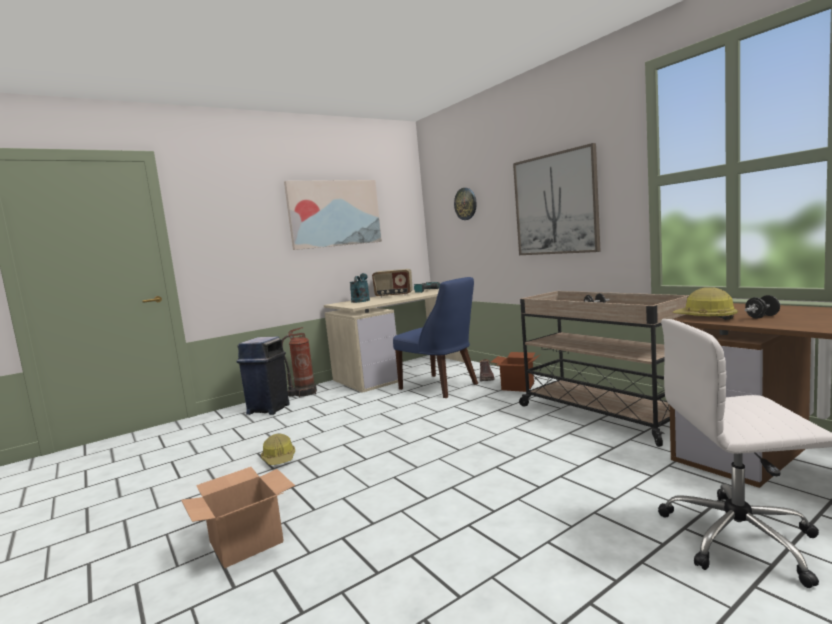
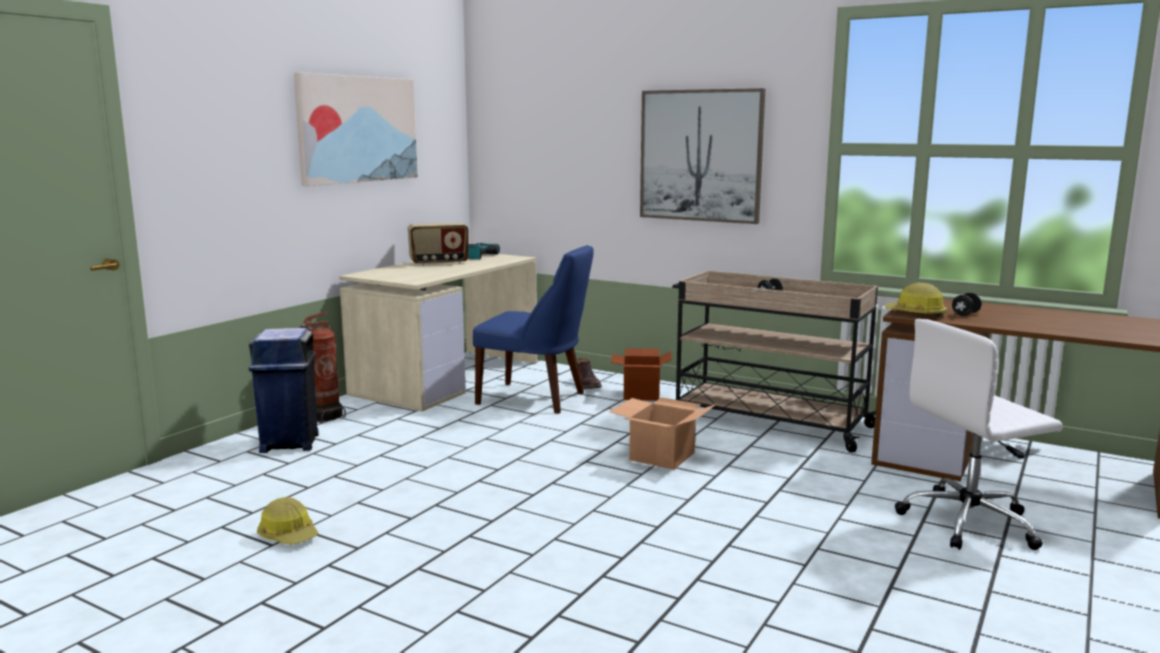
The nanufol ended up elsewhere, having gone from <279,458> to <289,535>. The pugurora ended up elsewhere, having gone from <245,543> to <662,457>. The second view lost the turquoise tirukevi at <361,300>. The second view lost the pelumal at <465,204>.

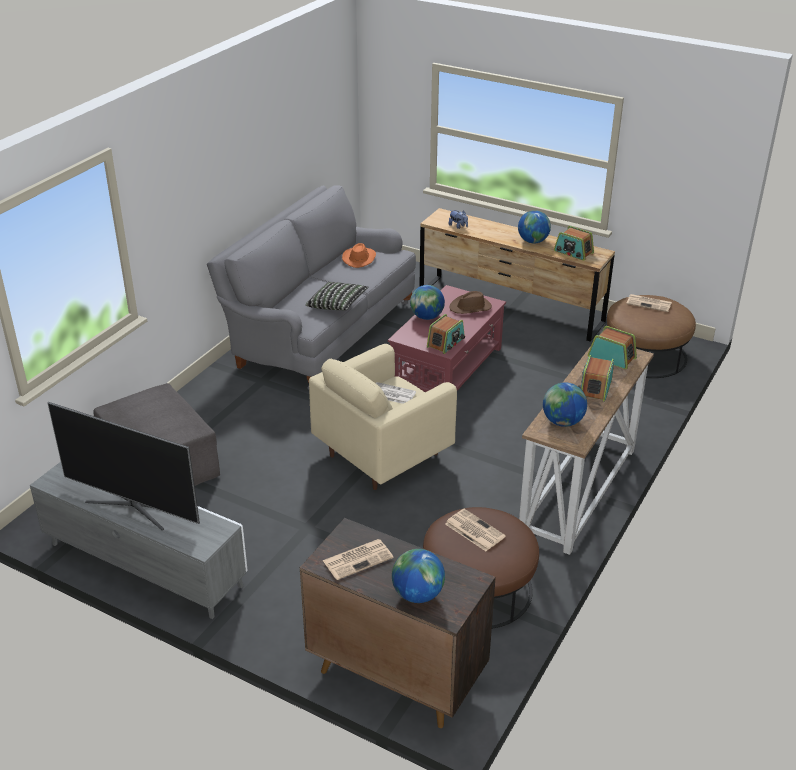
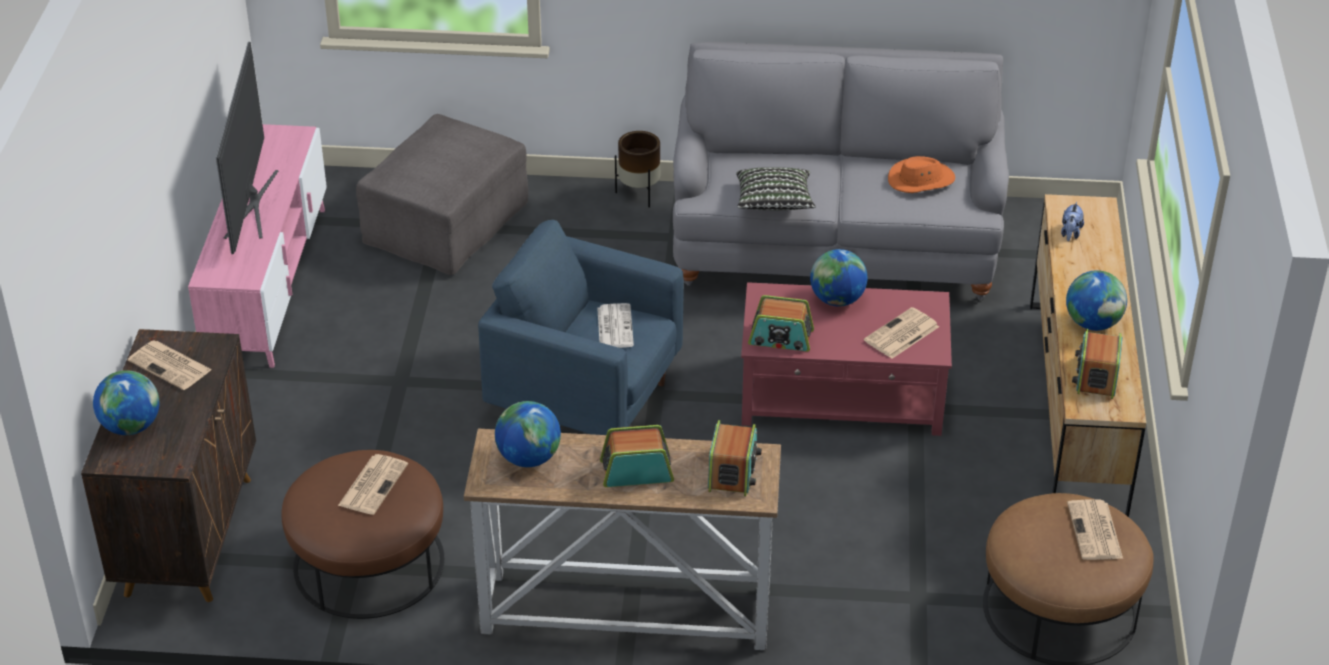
What was the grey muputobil at <145,565> turned into the pink muputobil at <269,284>. What was the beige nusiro at <383,455> turned into the blue nusiro at <587,398>. The second view gained the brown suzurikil at <640,194>. Where the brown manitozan stood at <470,307>, the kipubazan came to stand at <901,334>.

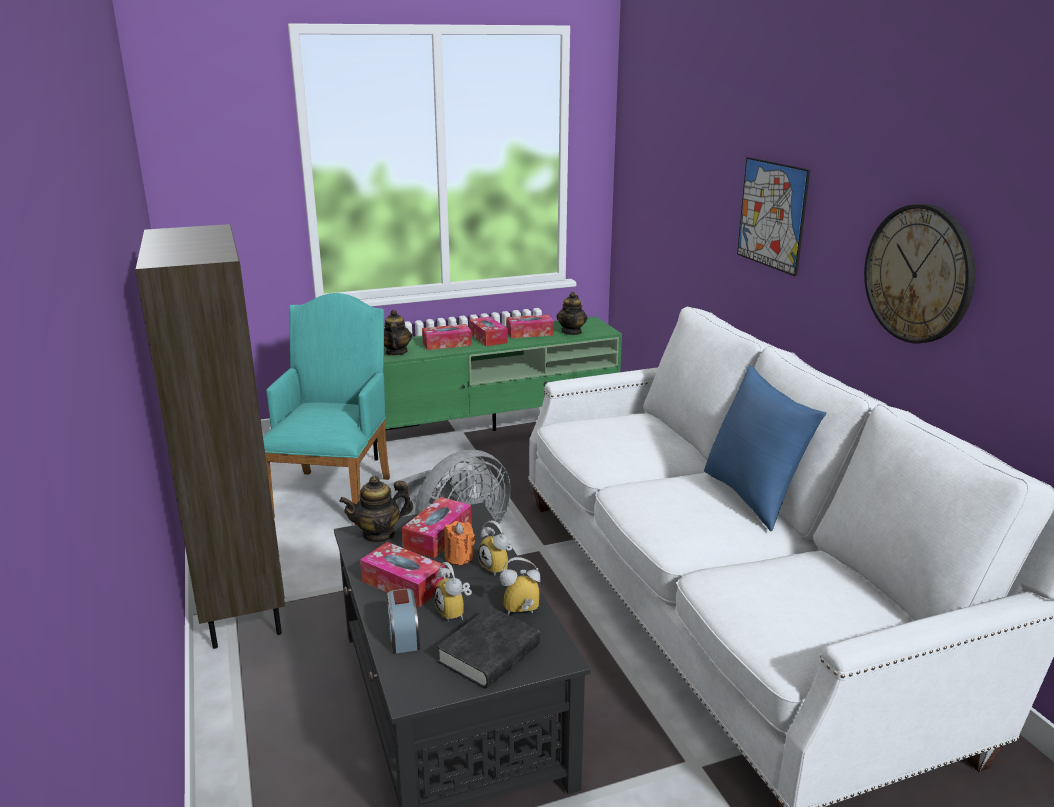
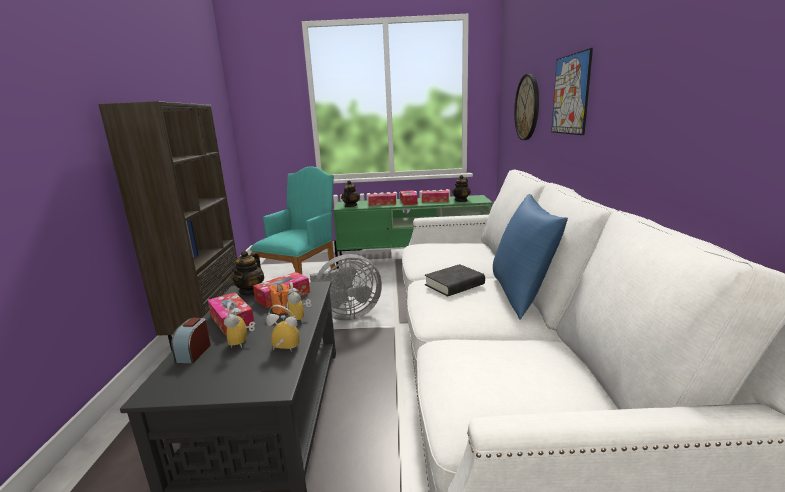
The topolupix at <379,534> ended up facing another way, 75 degrees counterclockwise from before. The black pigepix ended up elsewhere, having gone from <489,654> to <454,285>. The pelumal ended up elsewhere, having gone from <918,274> to <527,107>.

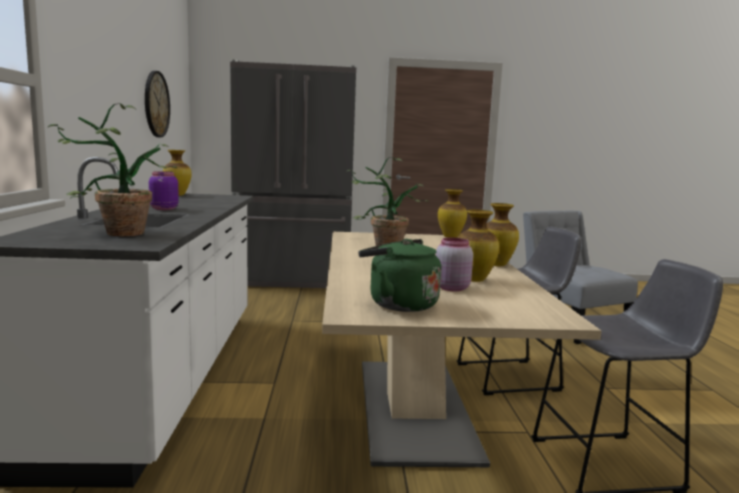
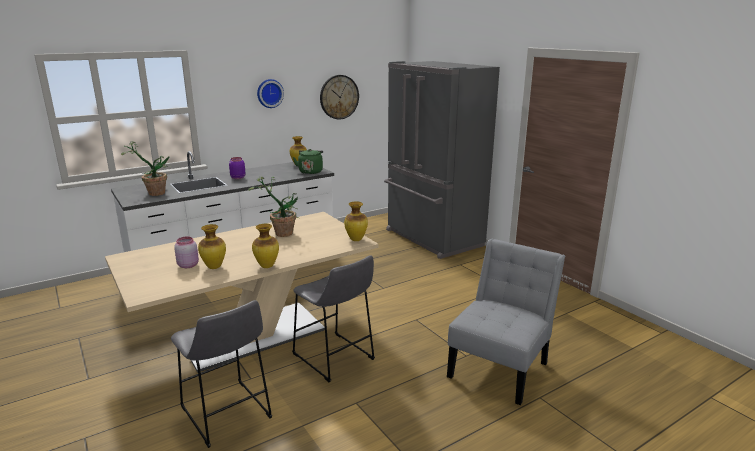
The second view gained the pelumal at <269,93>. The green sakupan ended up elsewhere, having gone from <398,304> to <310,171>.

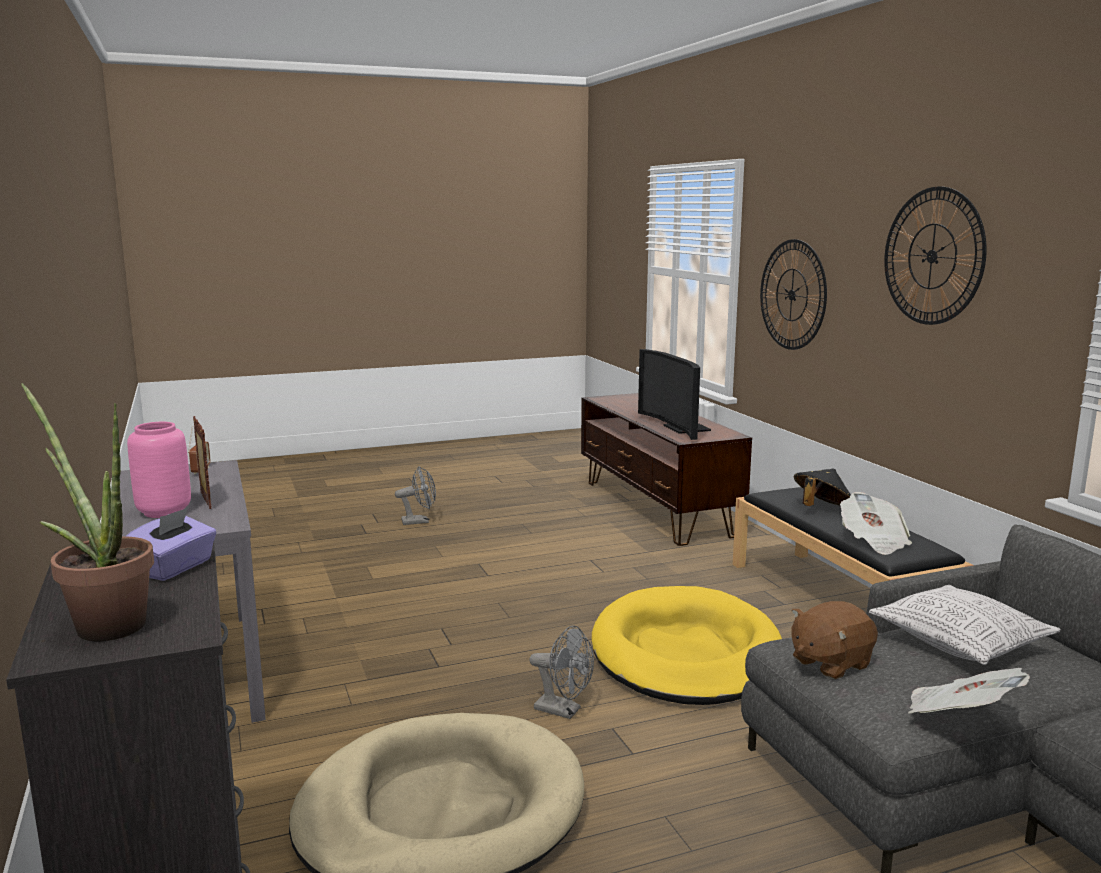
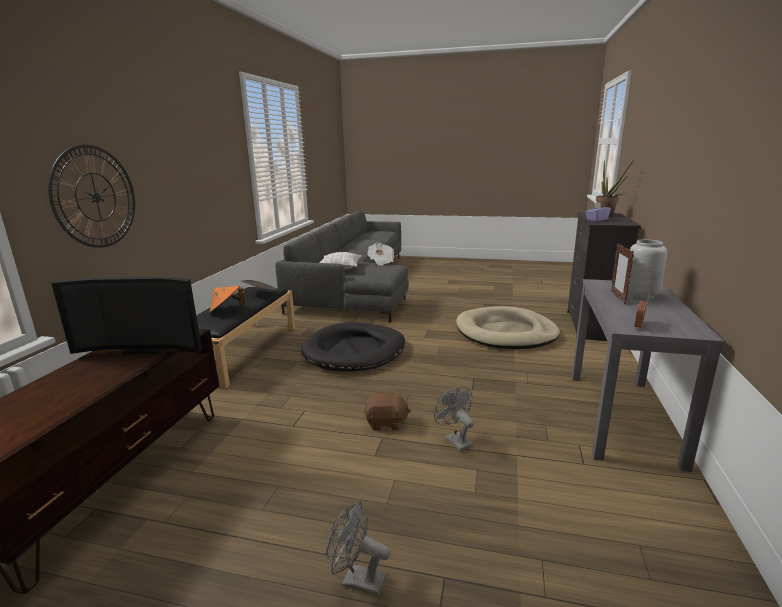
The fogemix at <680,428> ended up facing another way, 75 degrees clockwise from before. What was the black manitozan at <821,509> turned into the orange manitozan at <227,311>. What was the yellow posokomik at <686,653> turned into the black posokomik at <354,351>. The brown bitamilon ended up elsewhere, having gone from <830,663> to <386,423>. The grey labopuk ended up elsewhere, having gone from <564,710> to <455,440>. What was the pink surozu at <165,511> turned into the grey surozu at <640,295>. The second view lost the pelumal at <932,256>.

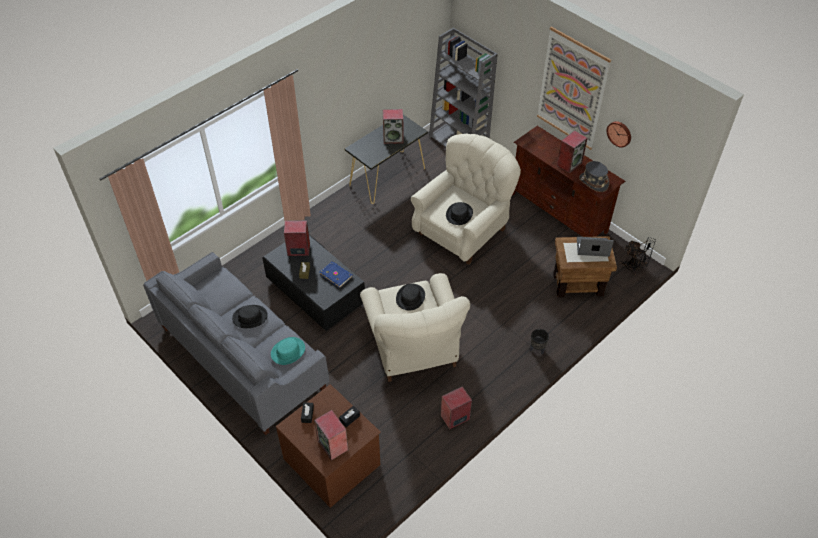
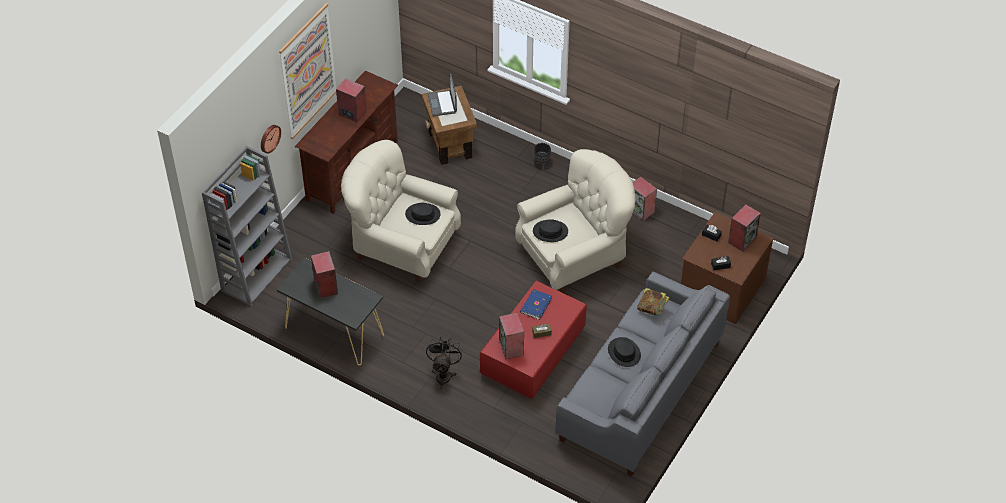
The pelumal ended up elsewhere, having gone from <619,133> to <269,138>. The black labopuk ended up elsewhere, having gone from <635,267> to <444,374>. What was the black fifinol at <315,292> turned into the red fifinol at <533,353>. Where the turquoise manitozan stood at <288,351>, the pigepix came to stand at <652,309>. The second view lost the grey manitozan at <593,182>.

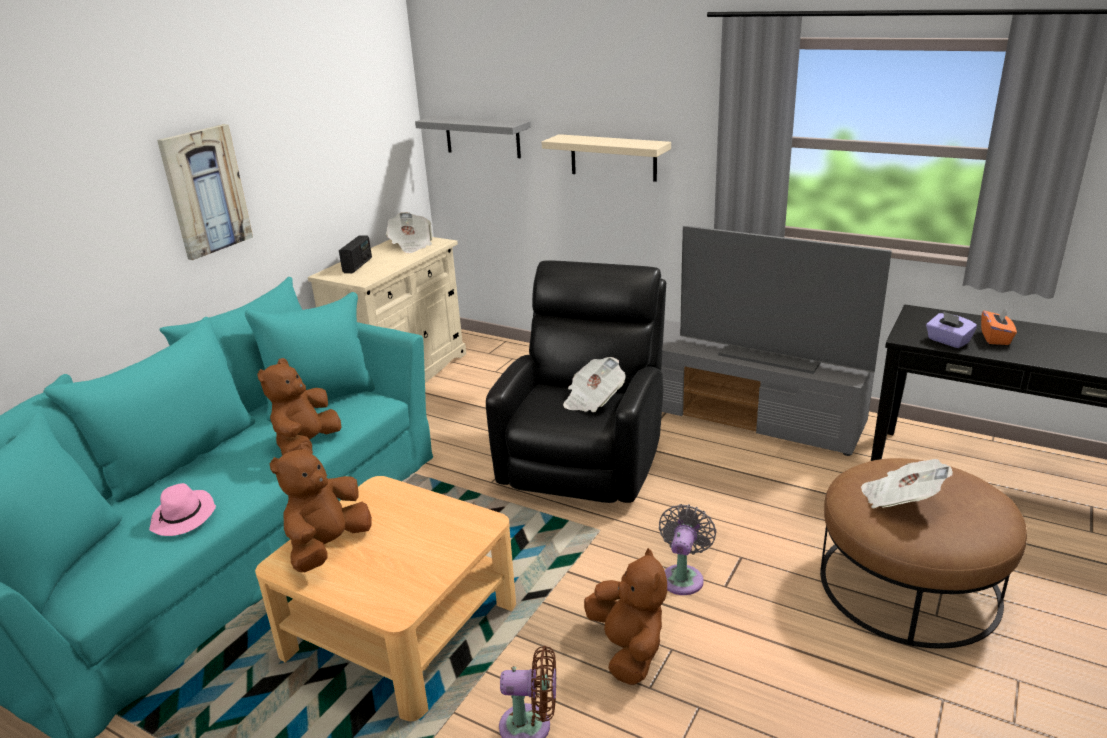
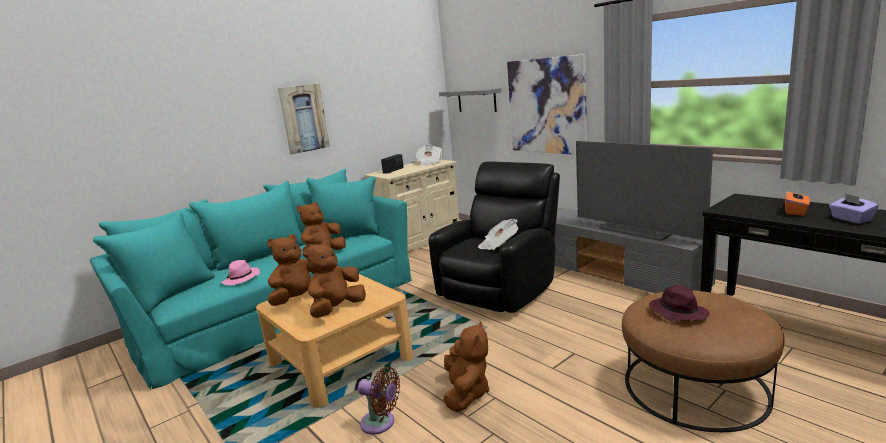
The second view gained the brown bitamilon at <337,309>. Where the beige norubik hung at <613,157>, the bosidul came to hang at <546,106>. Where the kipubazan stood at <900,500>, the purple manitozan came to stand at <677,312>. The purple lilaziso ended up elsewhere, having gone from <948,341> to <851,219>. The second view lost the grey labopuk at <683,577>.

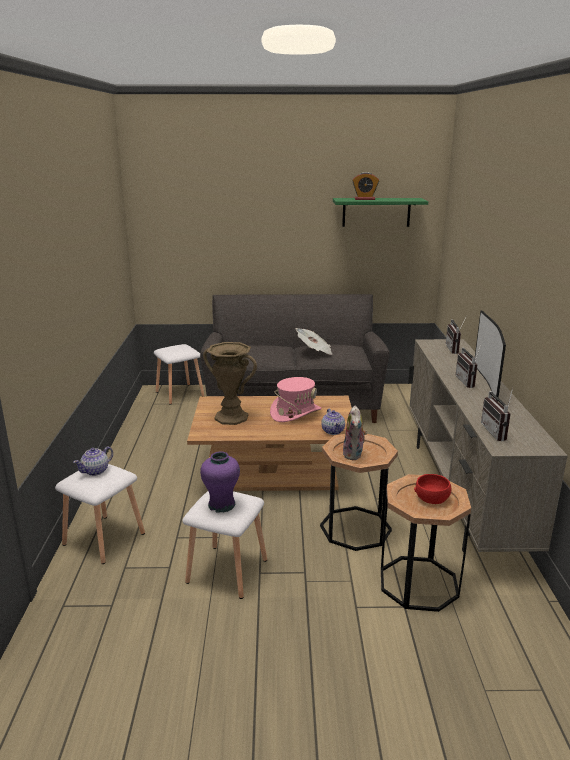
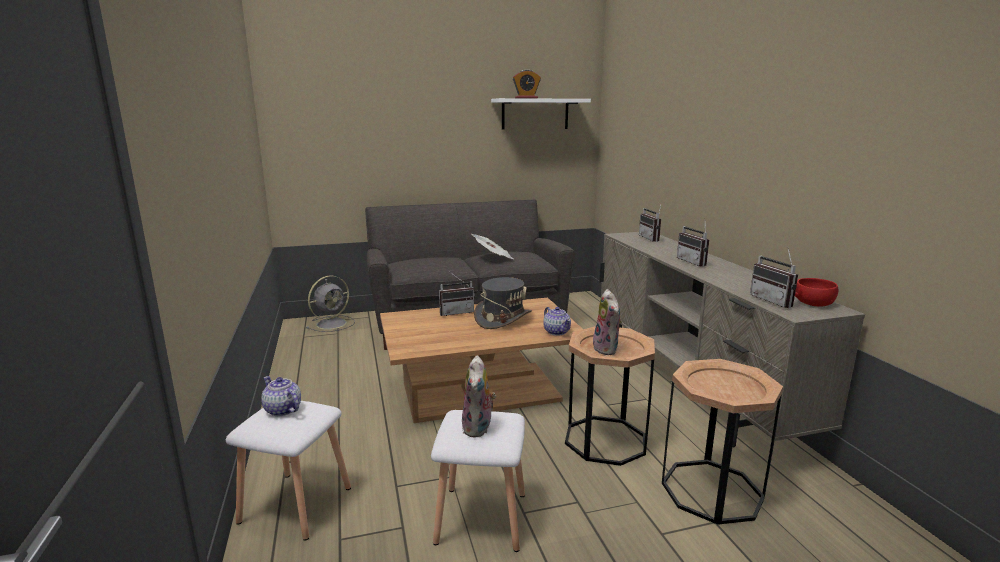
The topolupix at <96,471> ended up facing another way, 105 degrees clockwise from before. Where the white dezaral stood at <180,393>, the grey labopuk came to stand at <332,323>. The second view gained the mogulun at <456,312>. Where the purple surozu stood at <222,505>, the bitamilon came to stand at <479,428>. What was the pink manitozan at <295,413> turned into the grey manitozan at <502,318>. What was the green norubik at <376,212> turned into the white norubik at <535,114>. The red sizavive ended up elsewhere, having gone from <432,498> to <813,303>. The second view lost the brown surozu at <231,417>. The second view lost the fogemix at <488,385>.

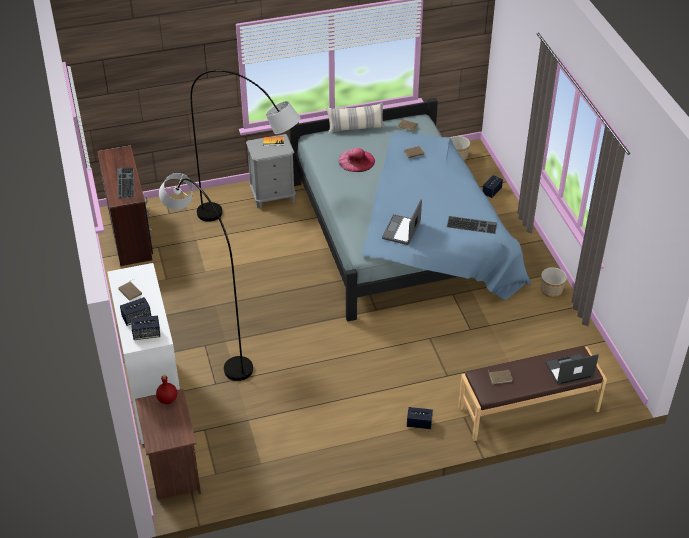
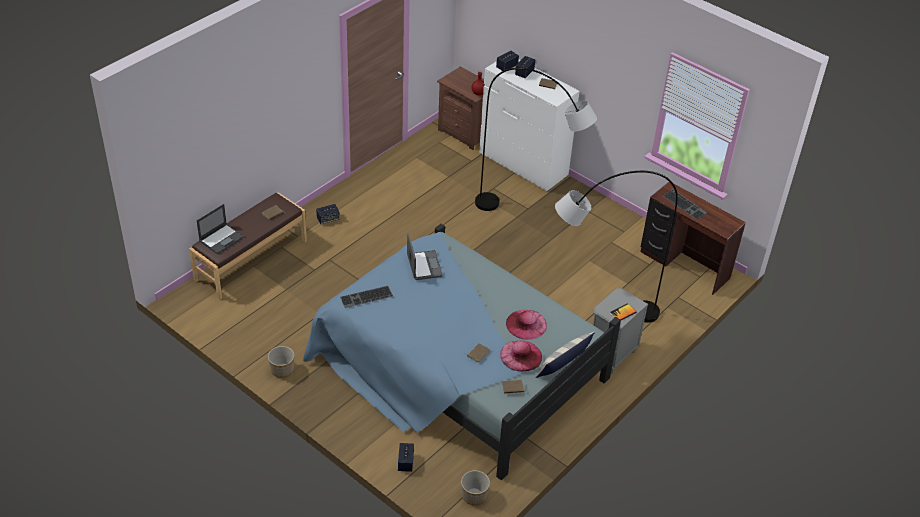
The second view gained the pink manitozan at <521,355>.

